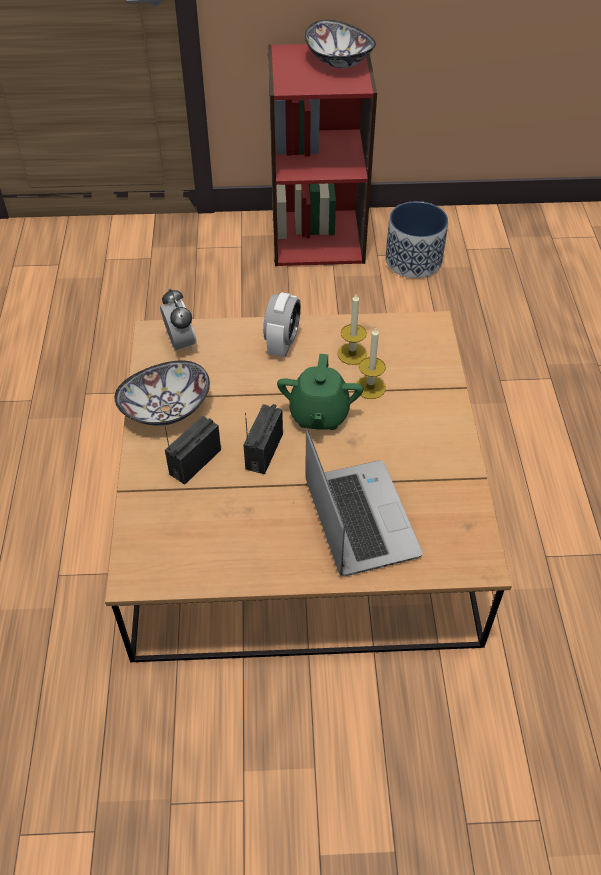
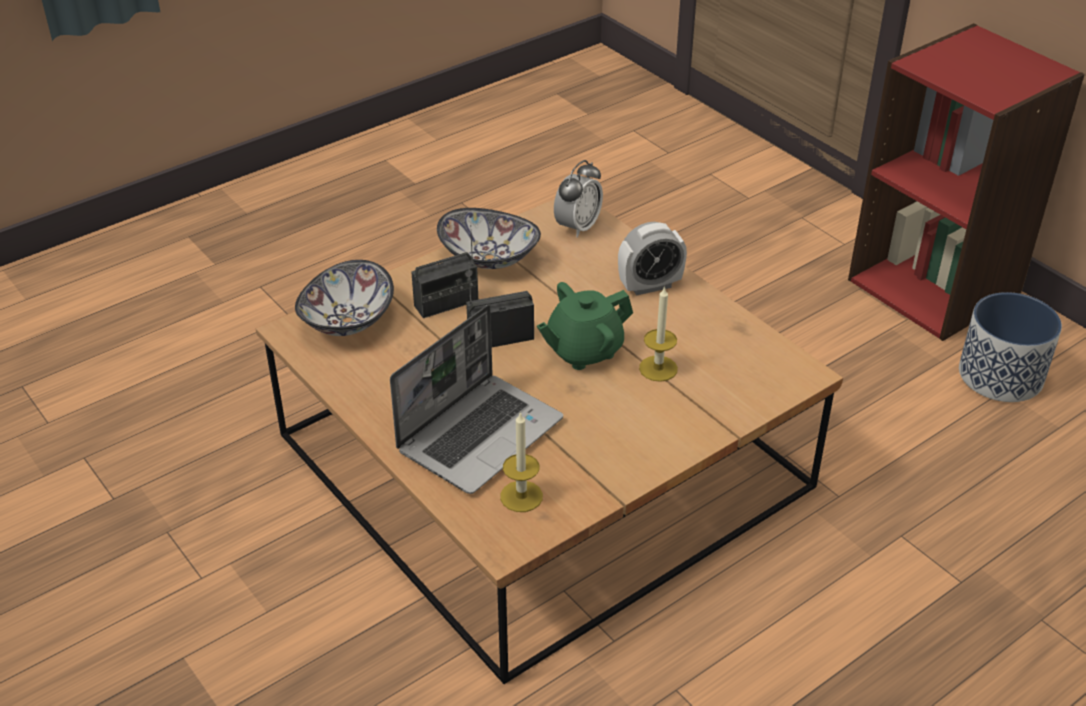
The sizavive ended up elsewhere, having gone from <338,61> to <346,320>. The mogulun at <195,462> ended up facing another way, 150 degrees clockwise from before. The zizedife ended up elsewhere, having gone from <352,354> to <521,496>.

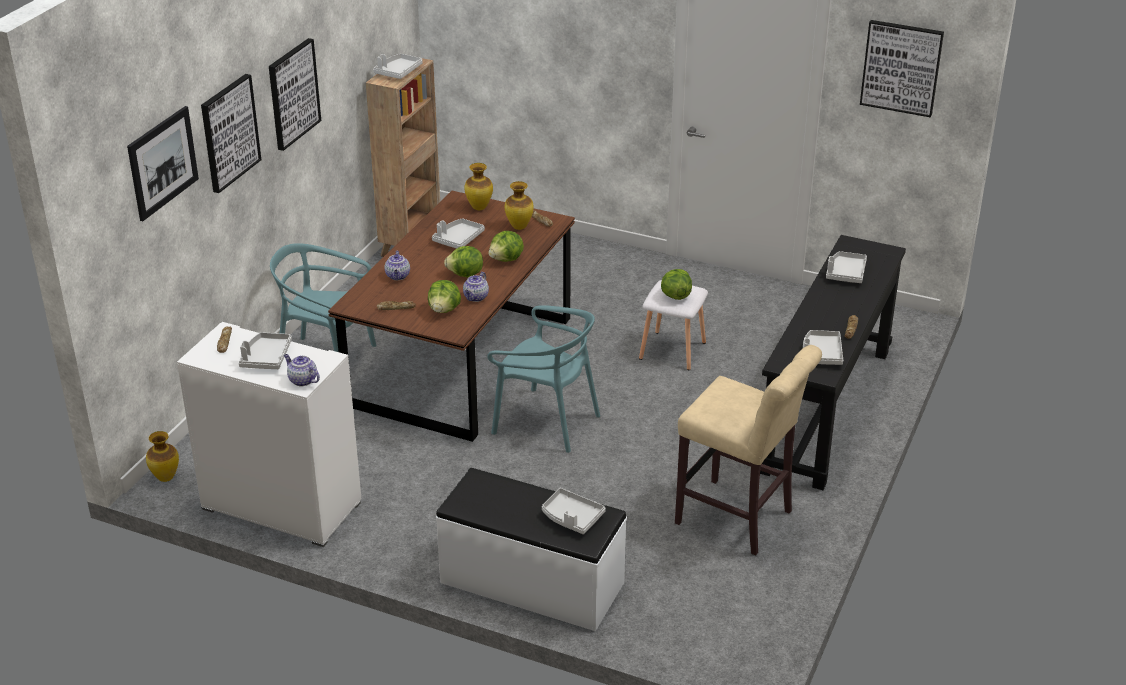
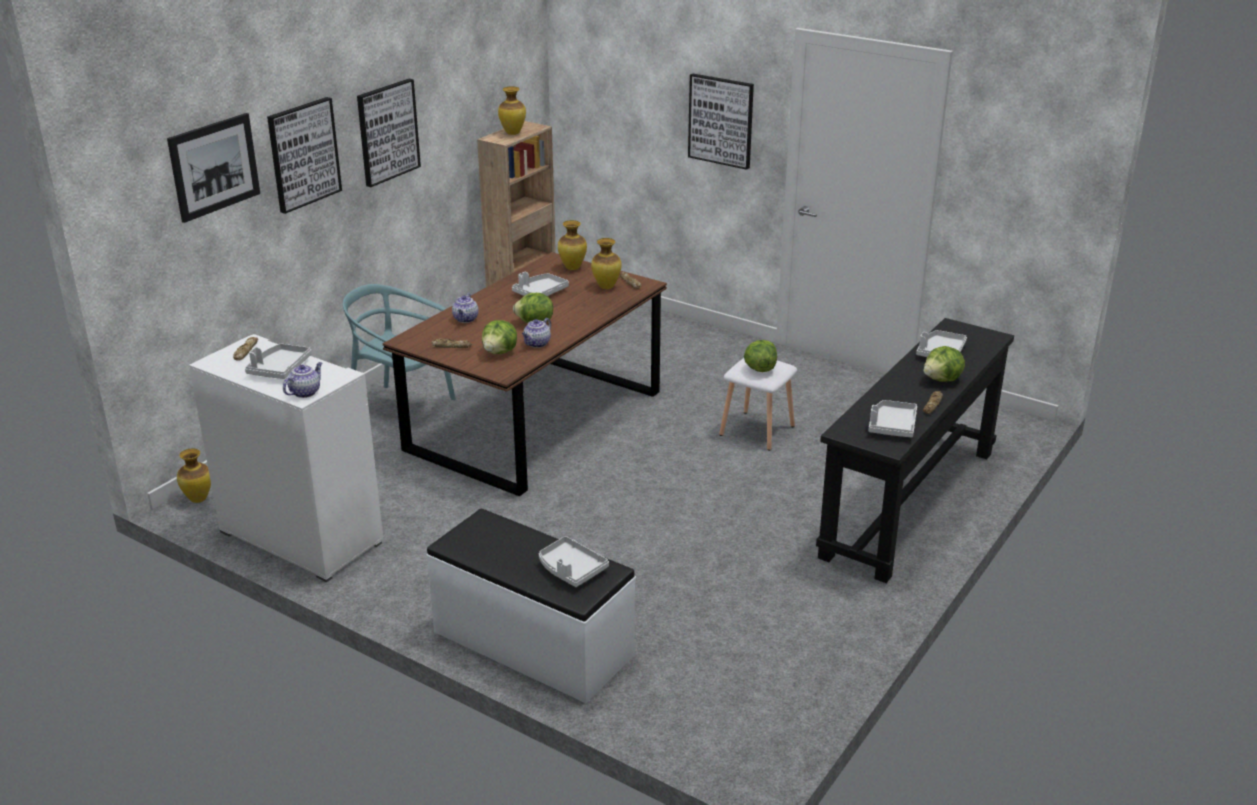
The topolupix at <302,380> ended up facing another way, 75 degrees clockwise from before. Where the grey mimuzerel stood at <398,72>, the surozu came to stand at <512,133>. The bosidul ended up elsewhere, having gone from <901,67> to <721,120>. The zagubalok ended up elsewhere, having gone from <506,259> to <942,380>. The second view lost the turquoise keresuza at <546,422>. The second view lost the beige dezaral at <739,520>.

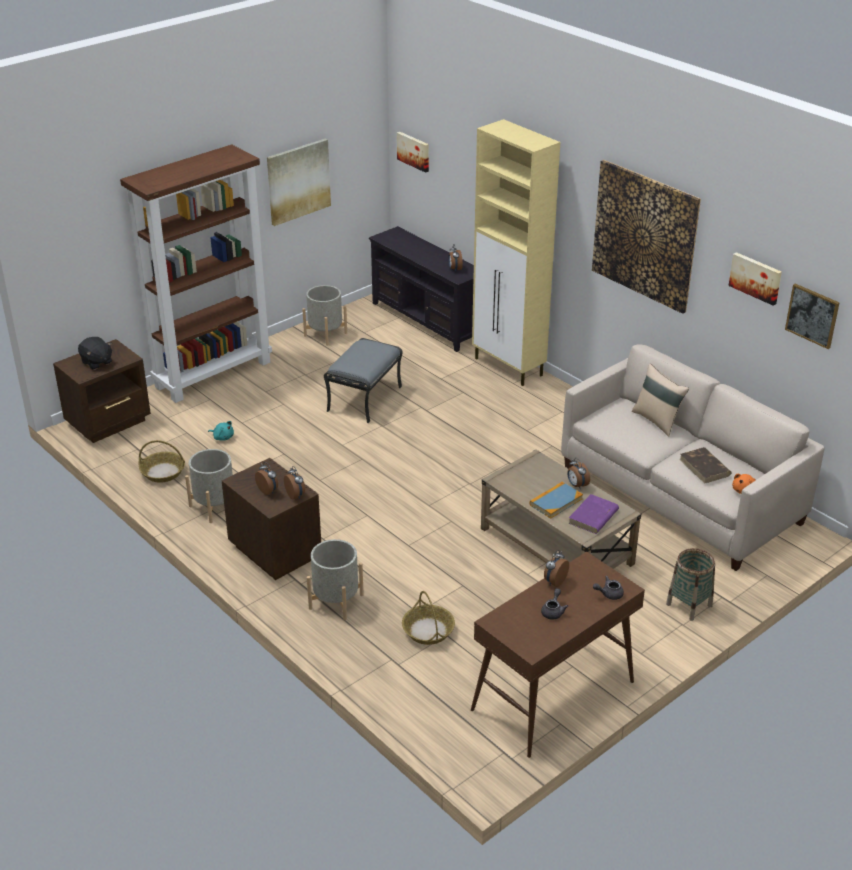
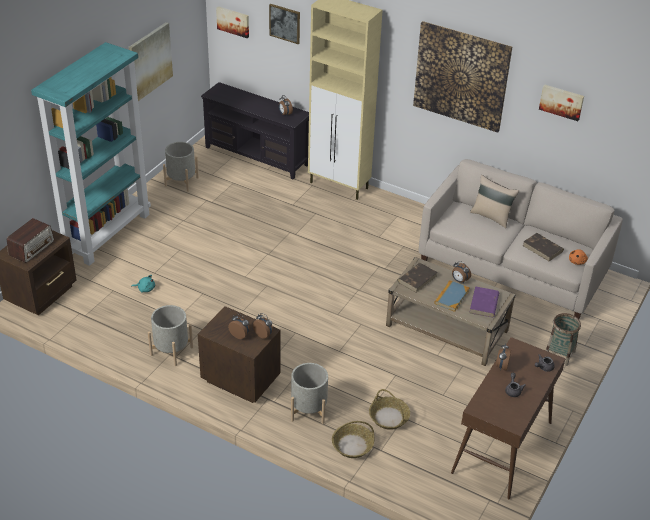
Where the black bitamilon stood at <96,362>, the mogulun came to stand at <32,248>. What was the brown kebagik at <213,374> turned into the turquoise kebagik at <107,233>. The bosidul ended up elsewhere, having gone from <812,315> to <285,23>. The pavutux ended up elsewhere, having gone from <162,472> to <352,445>. The second view gained the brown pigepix at <417,279>. The second view lost the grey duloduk at <365,399>.

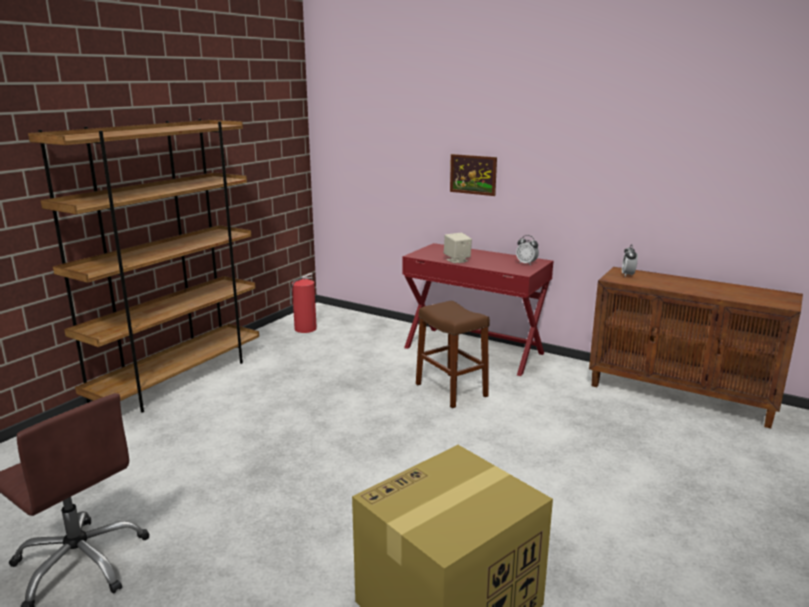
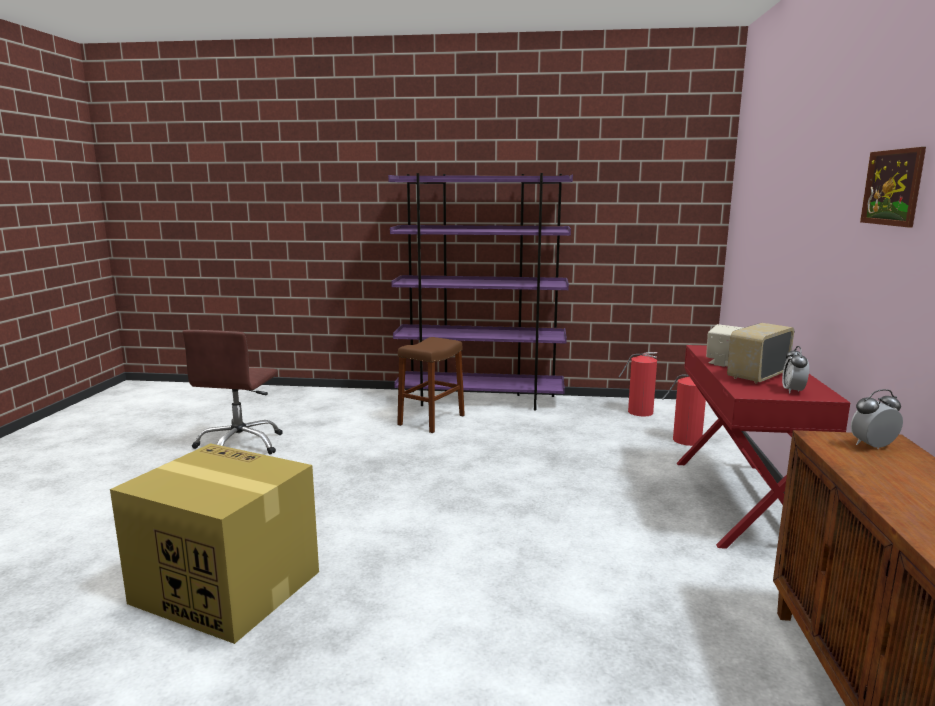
What was the brown kebagik at <179,379> turned into the purple kebagik at <480,400>. The brown dezaral ended up elsewhere, having gone from <451,390> to <431,420>. The second view gained the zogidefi at <685,440>. The second view gained the mogulun at <756,376>. The bosidul ended up elsewhere, having gone from <473,174> to <892,187>.

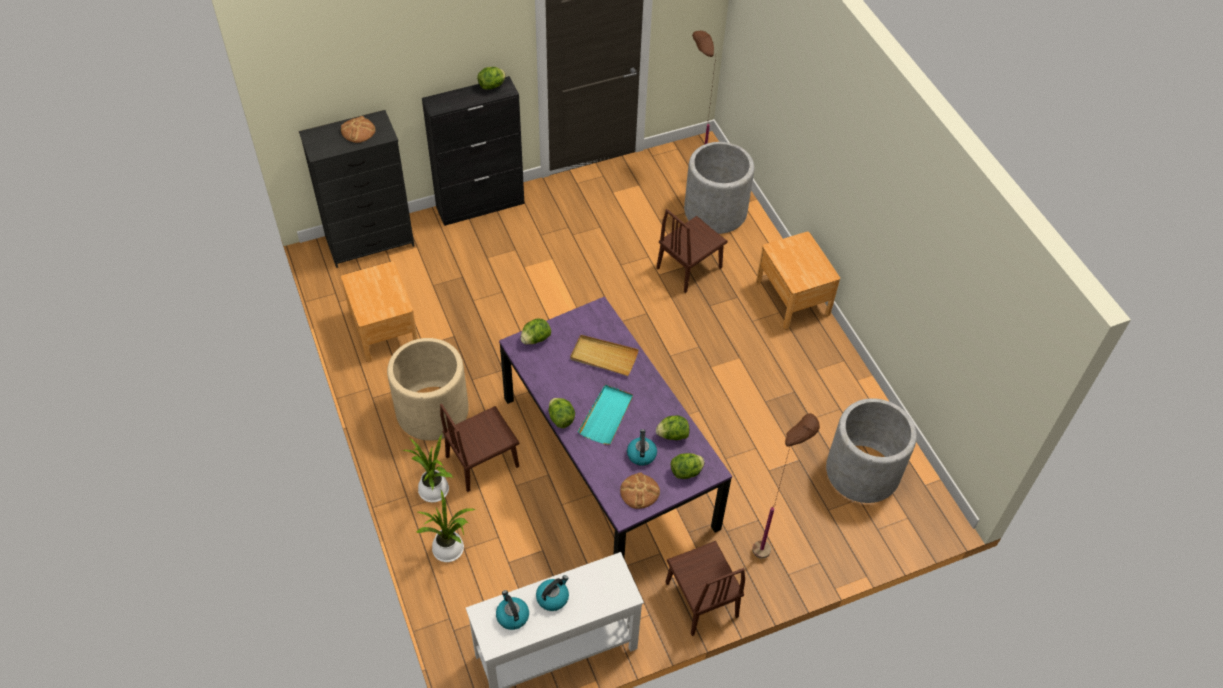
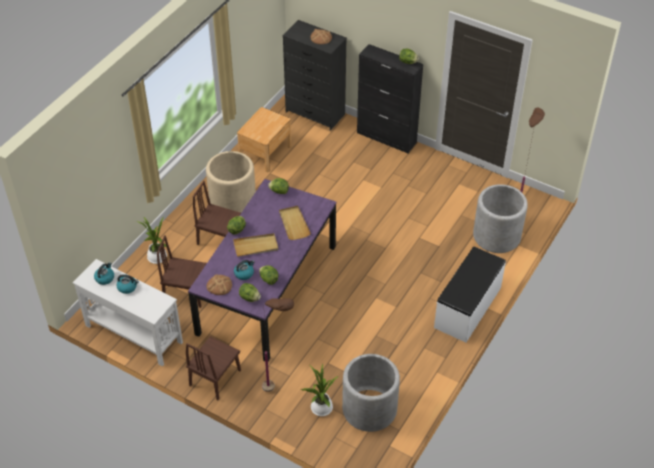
The brown keresuza ended up elsewhere, having gone from <689,268> to <186,292>. What was the turquoise mimuzerel at <606,416> turned into the beige mimuzerel at <256,246>. The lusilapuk ended up elsewhere, having gone from <434,492> to <320,409>. Where the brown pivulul stood at <792,298>, the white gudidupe came to stand at <468,308>.

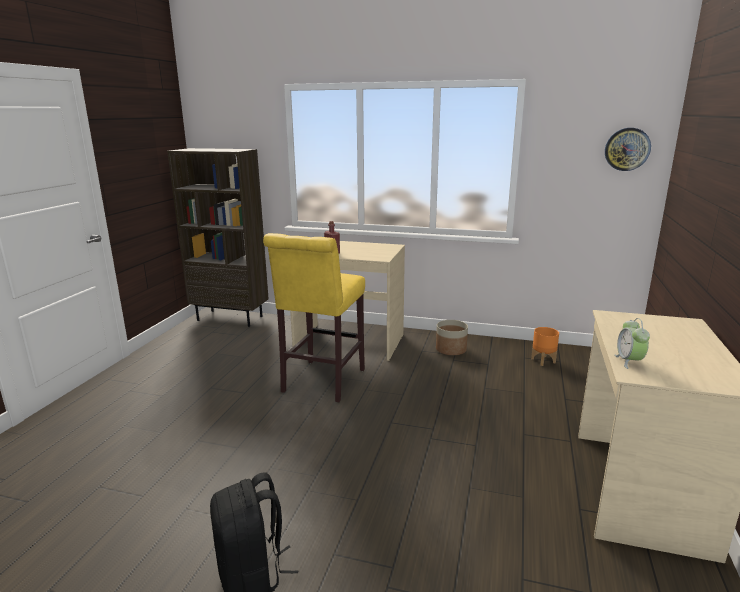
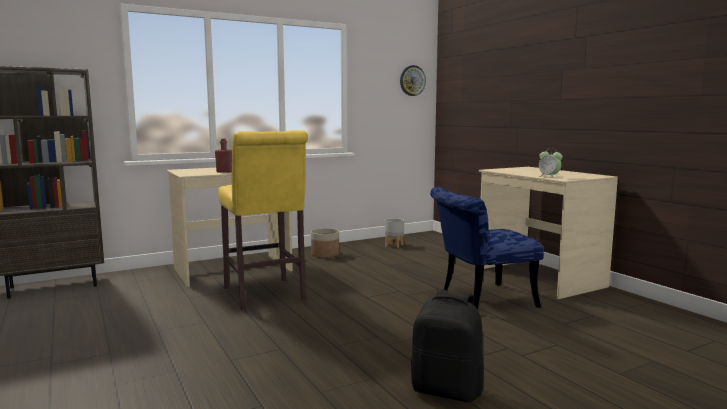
What was the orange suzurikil at <543,360> turned into the grey suzurikil at <394,245>. The second view gained the blue keresuza at <480,300>.

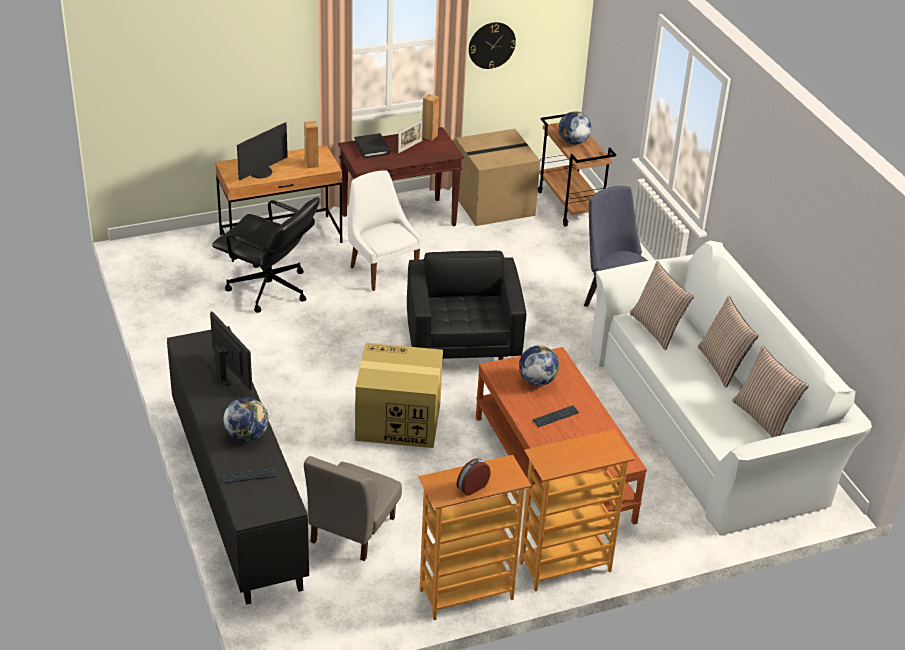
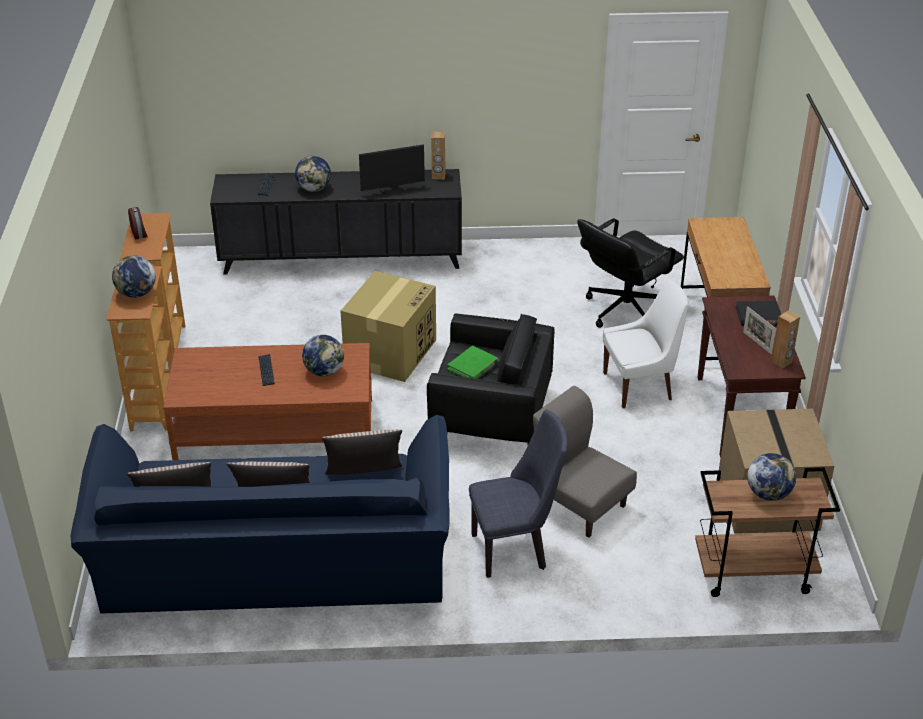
What was the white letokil at <713,423> turned into the blue letokil at <275,566>. The second view gained the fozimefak at <136,294>. The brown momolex ended up elsewhere, having gone from <312,164> to <438,176>. The second view gained the green pigepix at <473,366>. The grey keresuza ended up elsewhere, having gone from <352,530> to <580,505>. The second view lost the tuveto at <261,172>. The second view lost the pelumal at <491,45>.

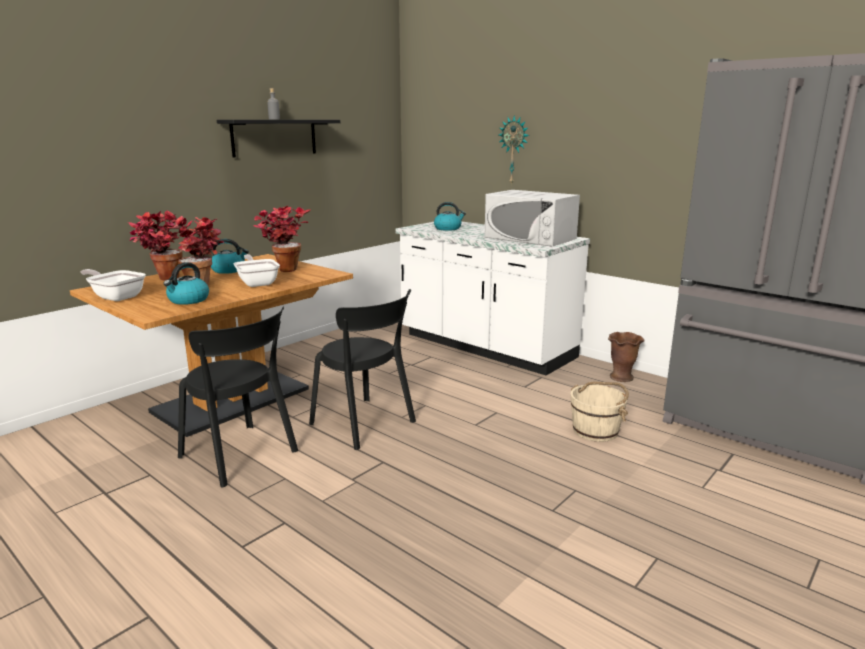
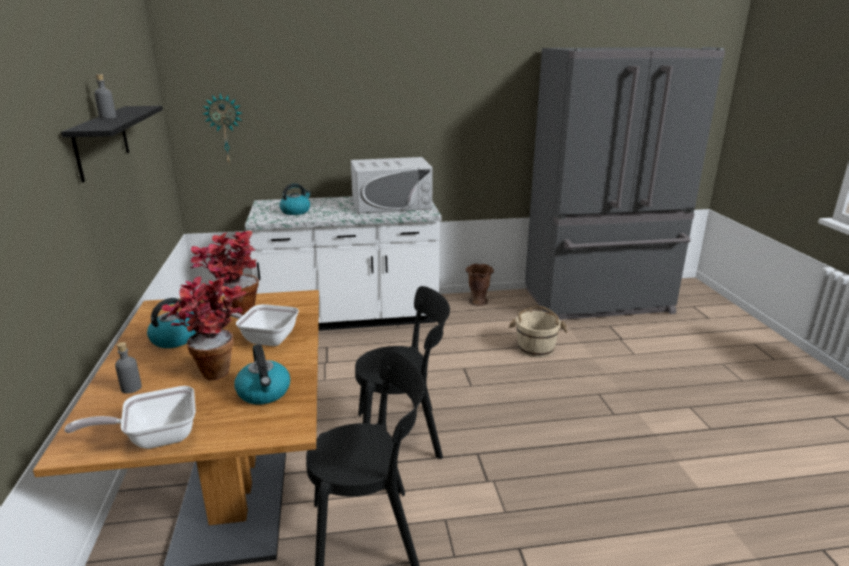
Where the lusilapuk stood at <162,280>, the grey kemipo came to stand at <131,388>. The pelumal ended up elsewhere, having gone from <514,150> to <225,129>.

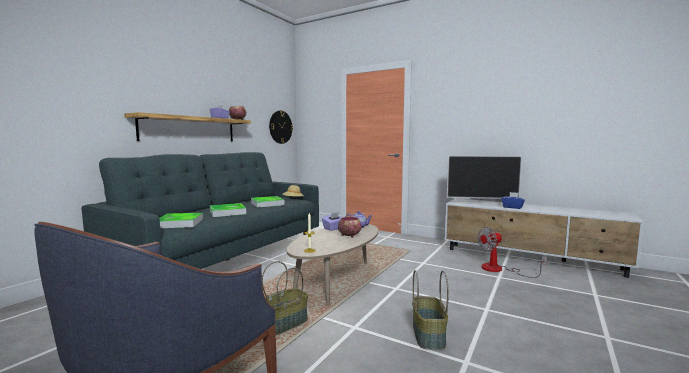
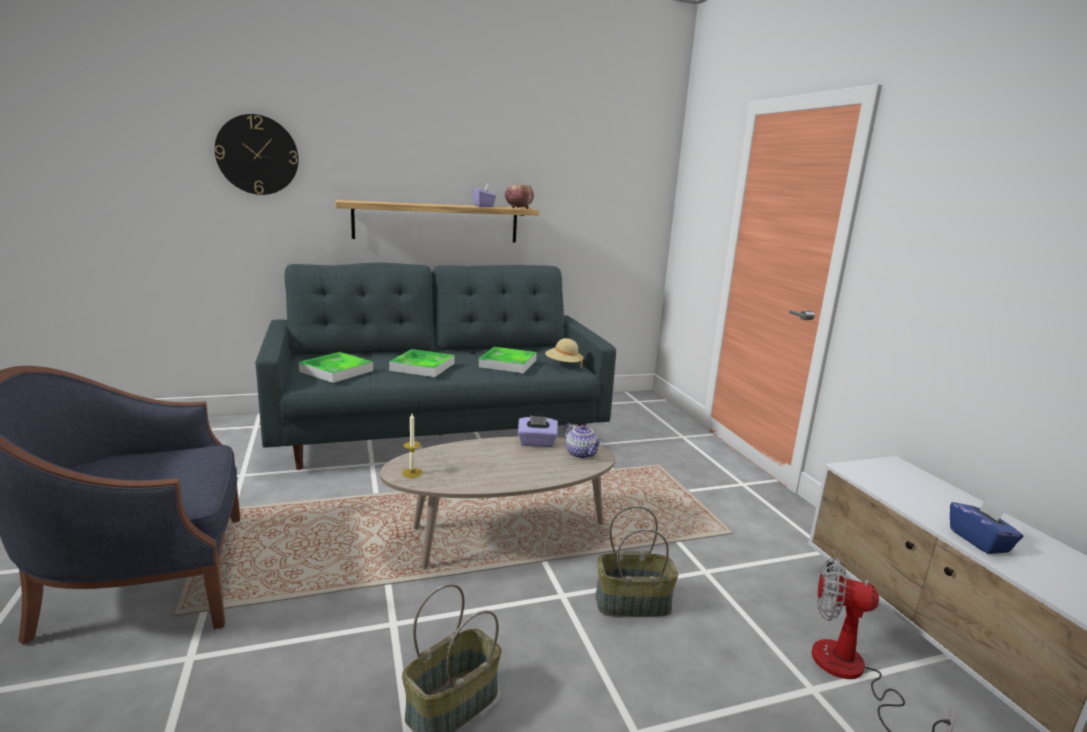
The pelumal ended up elsewhere, having gone from <280,127> to <257,155>. The pavutux ended up elsewhere, having gone from <284,323> to <633,603>. The second view lost the sizavive at <349,236>. The second view lost the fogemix at <481,203>.

